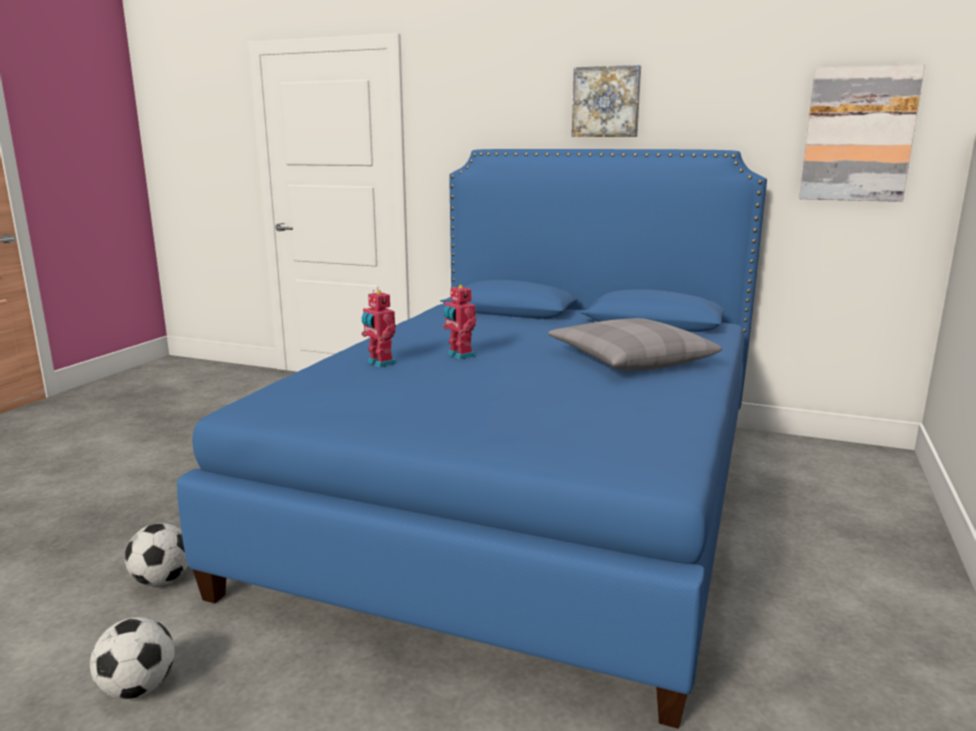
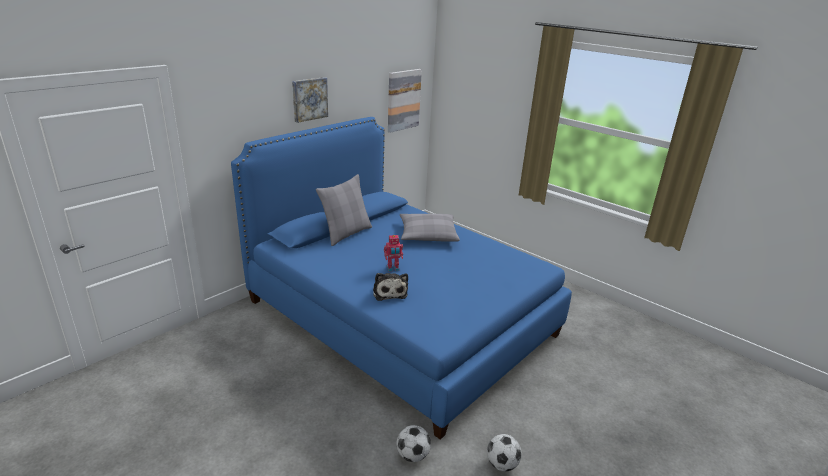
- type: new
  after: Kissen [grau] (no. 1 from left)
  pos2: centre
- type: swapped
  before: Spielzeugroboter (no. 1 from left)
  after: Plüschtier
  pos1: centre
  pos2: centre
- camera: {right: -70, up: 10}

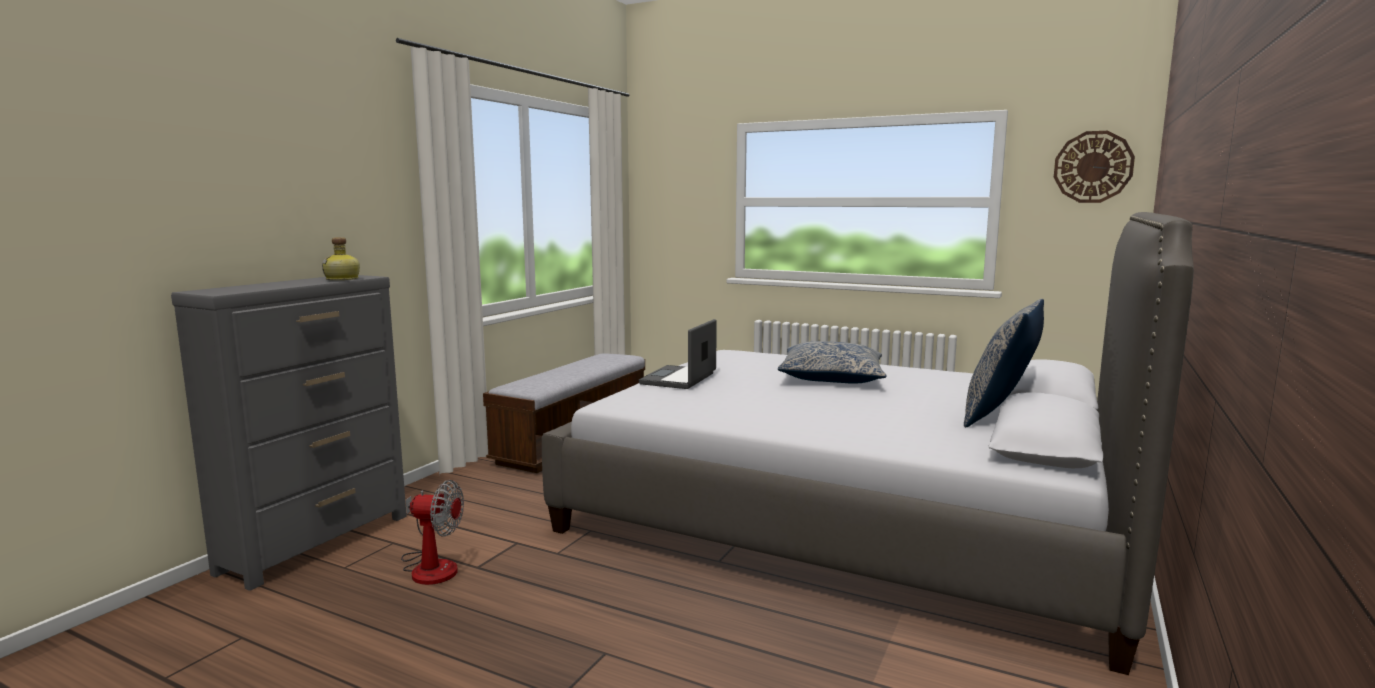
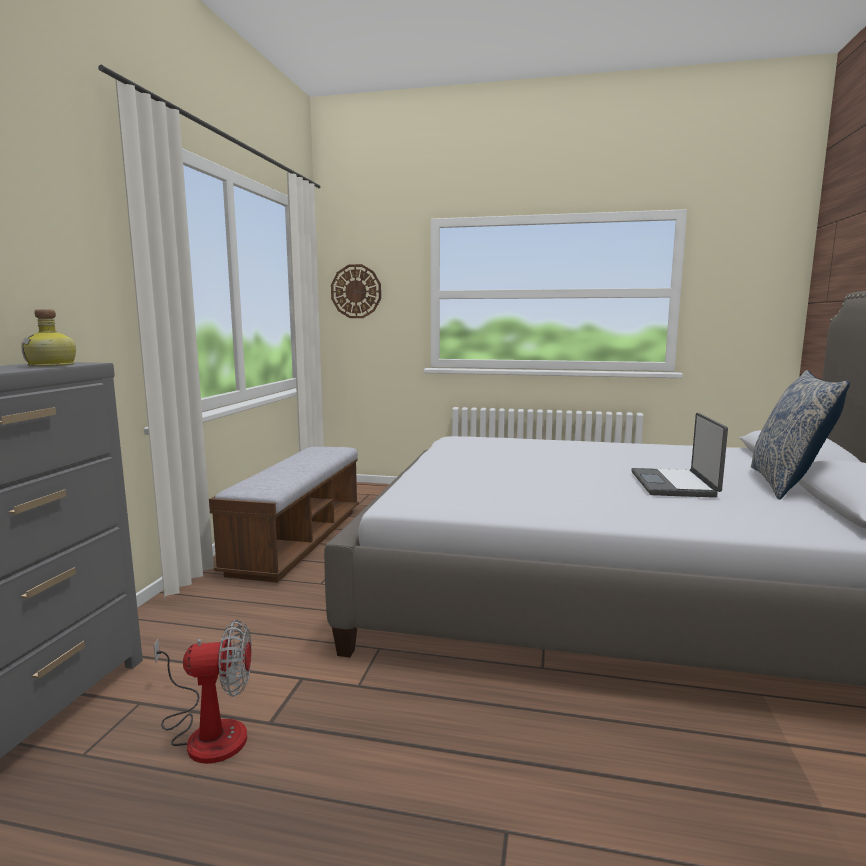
- type: shifted
  before: Wanduhr
  pos1: top right
  pos2: centre
- type: shifted
  before: Laptop
  pos1: centre
  pos2: middle right
- type: gone
  before: Kissen (no. 1 from left)
  pos1: centre
- camera: {right: -15, up: 0}

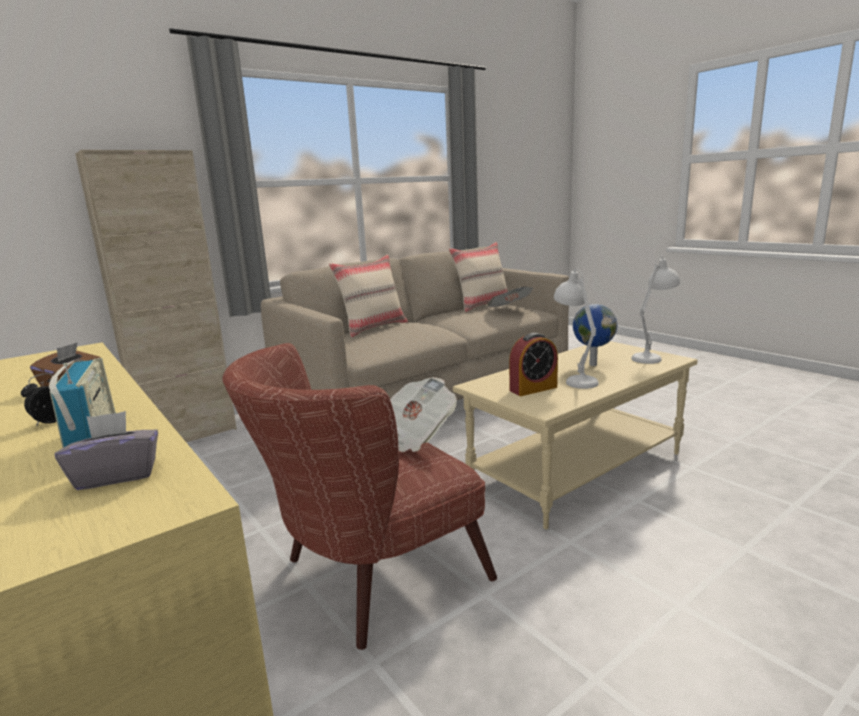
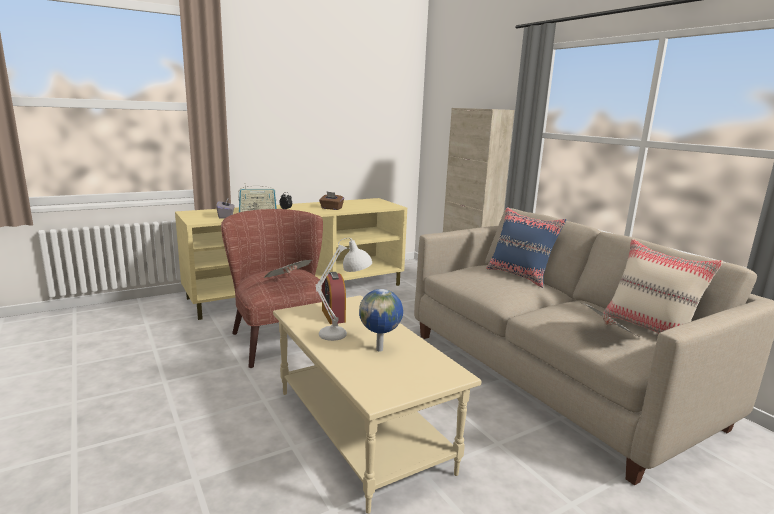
- type: repainted
  before: Kissen [beige] (no. 1 from left)
  after: Kissen [blau]
  pos1: centre
  pos2: middle right
- type: gone
  before: Tischlampe [weiß] (no. 2 from left)
  pos1: middle right
- camera: {right: 95, up: 0}

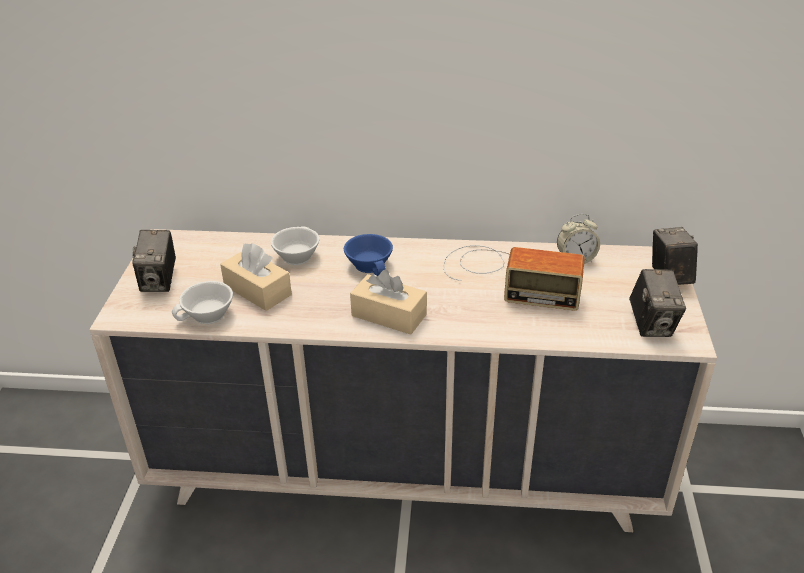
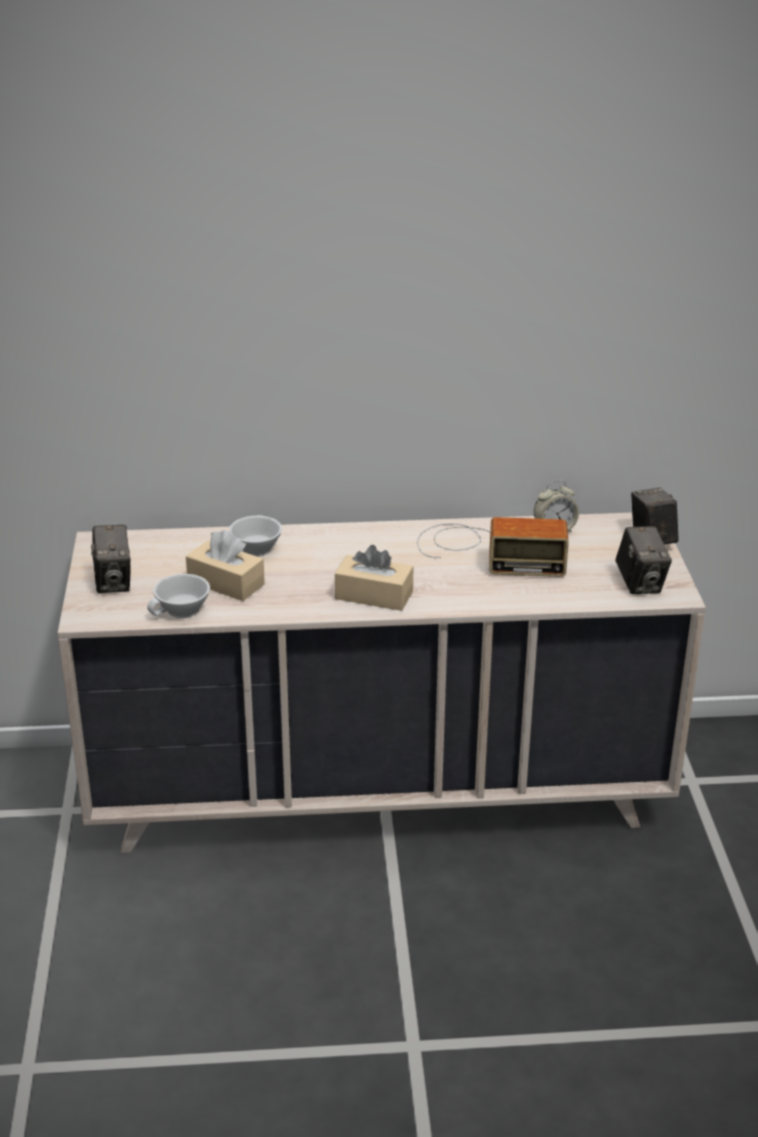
- type: gone
  before: Tasse [blau]
  pos1: centre
- camera: {right: -10, up: -5}

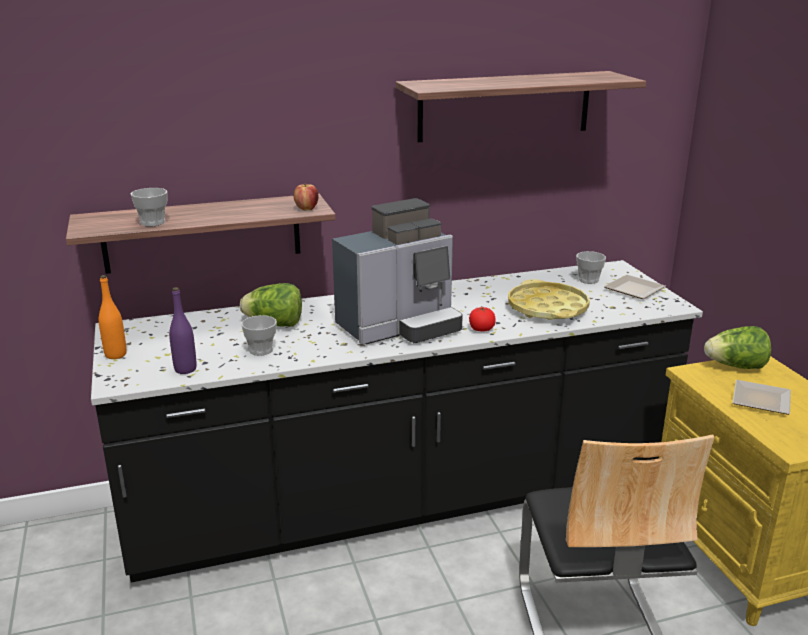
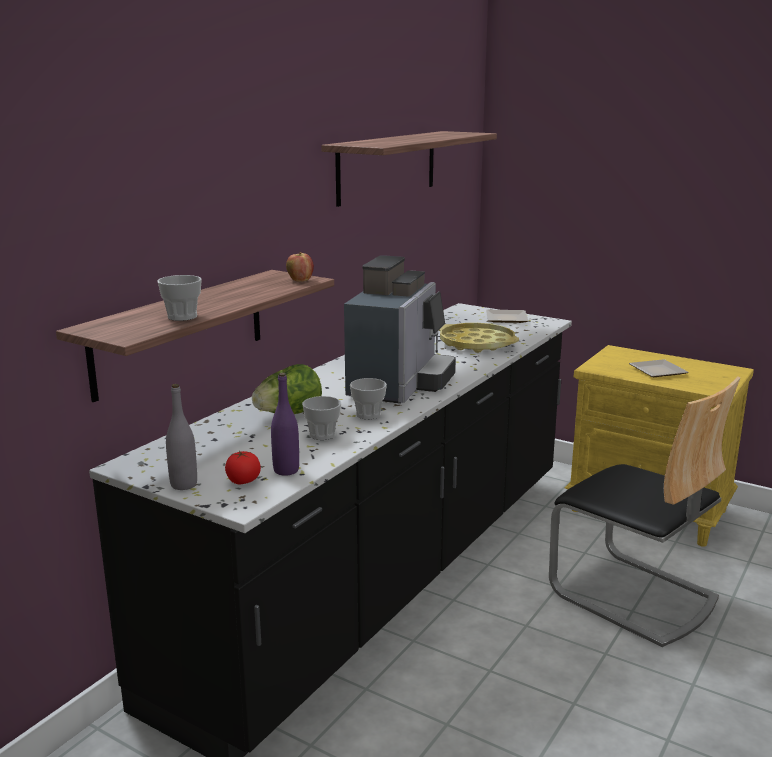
- type: repainted
  before: Flasche [orange]
  after: Flasche [grau]
  pos1: middle left
  pos2: middle left
- type: shifted
  before: Tomate
  pos1: centre
  pos2: middle left
- type: shifted
  before: Tasse (no. 3 from left)
  pos1: middle right
  pos2: centre
- type: gone
  before: Salatkopf (no. 2 from left)
  pos1: middle right
- camera: {right: -40, up: -5}

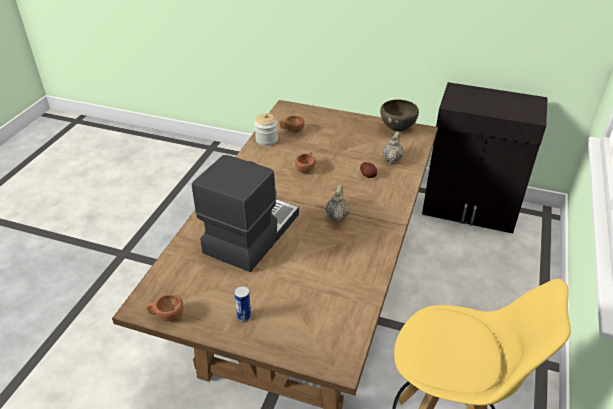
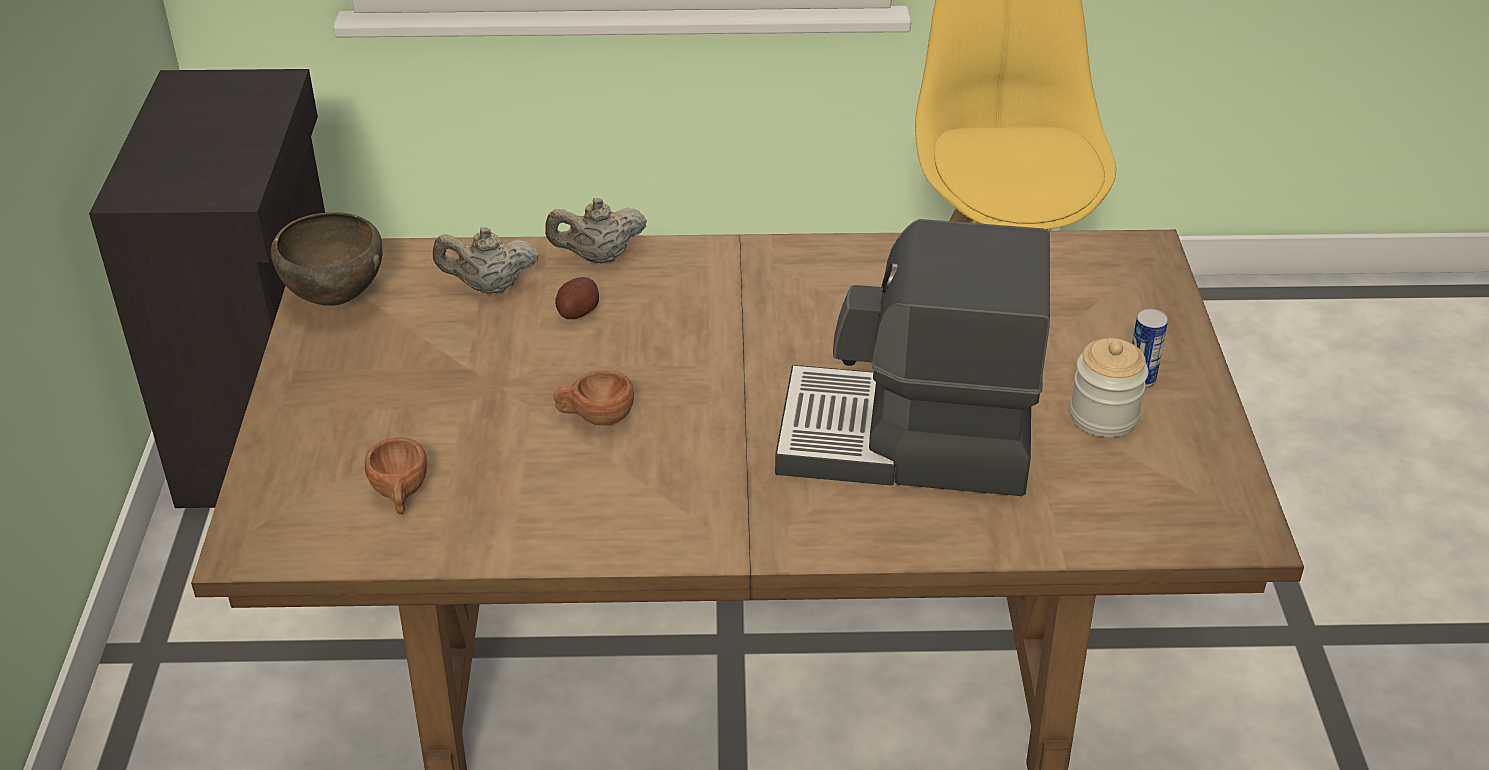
- type: shifted
  before: Teekanne [beige] (no. 1 from left in the first image)
  after: Teekanne [beige] (no. 2 from left)
  pos1: centre
  pos2: top centre
- type: shifted
  before: Vorratsglas
  pos1: top centre
  pos2: middle right
- type: gone
  before: Tasse [braun] (no. 1 from left)
  pos1: bottom left
- camera: {right: -110, up: 0}

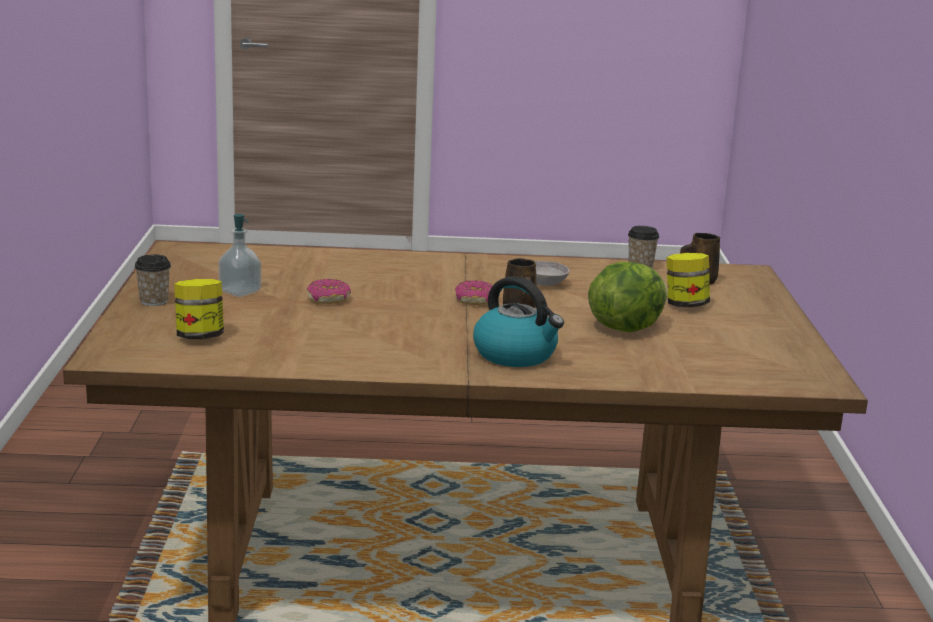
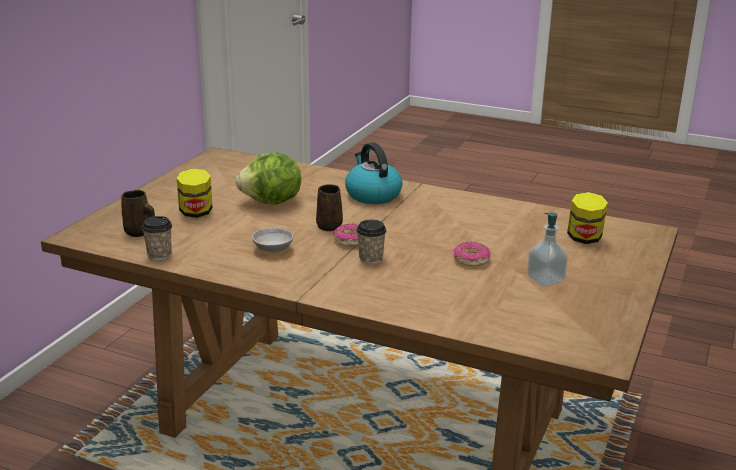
- type: shifted
  before: Tasse (no. 1 from left in the first image)
  after: Tasse (no. 2 from left)
  pos1: middle left
  pos2: centre
- camera: {right: -155, up: 5}

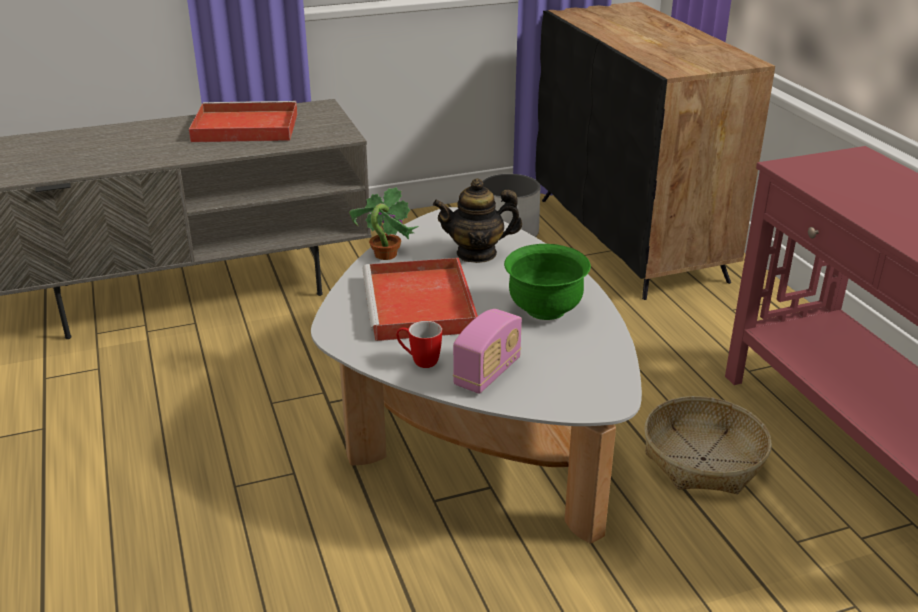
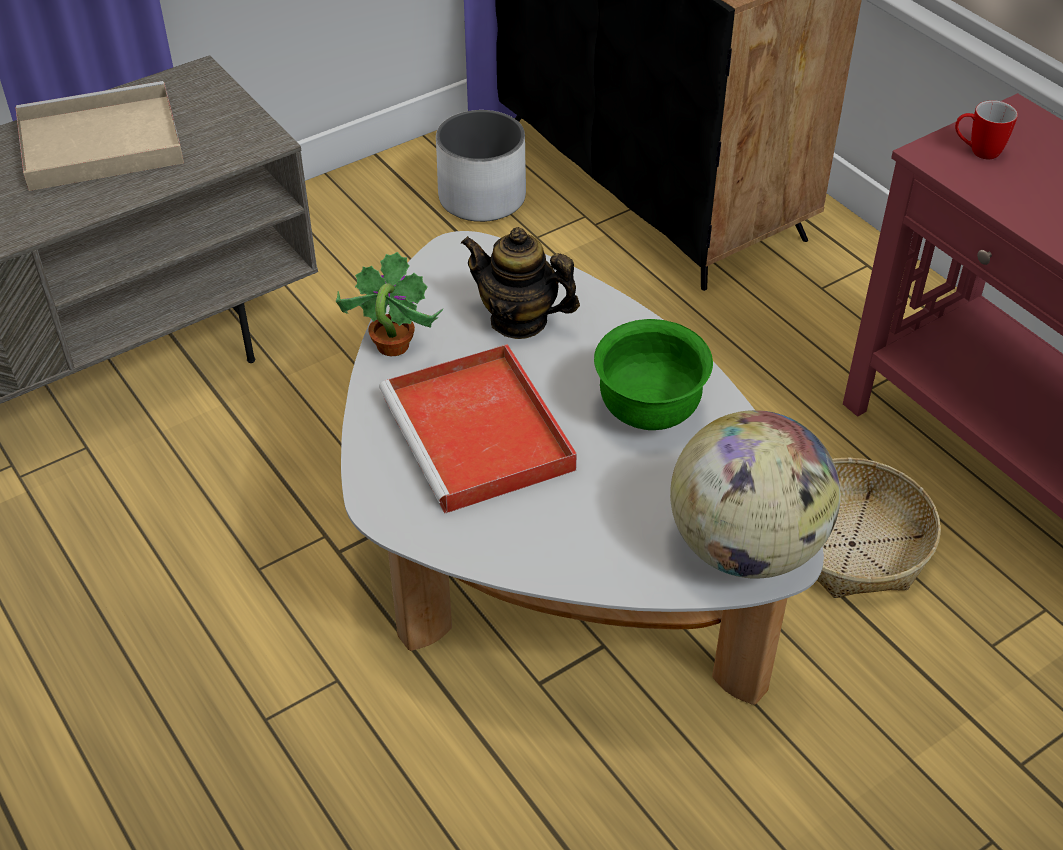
- type: repainted
  before: Tablett [rot] (no. 1 from left)
  after: Tablett [beige]
  pos1: top left
  pos2: top left
- type: rotated
  before: Teekanne
  pos1: centre
  pos2: top centre
  turn: 45
- type: new
  after: Globus
  pos2: middle right
- type: shifted
  before: Henkelbecher
  pos1: centre
  pos2: top right
- type: gone
  before: Radio
  pos1: centre
- camera: {right: -15, up: 15}

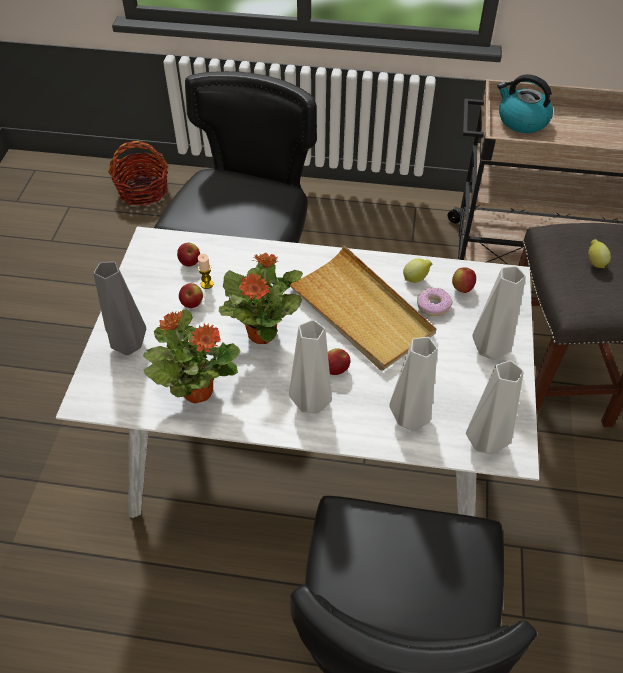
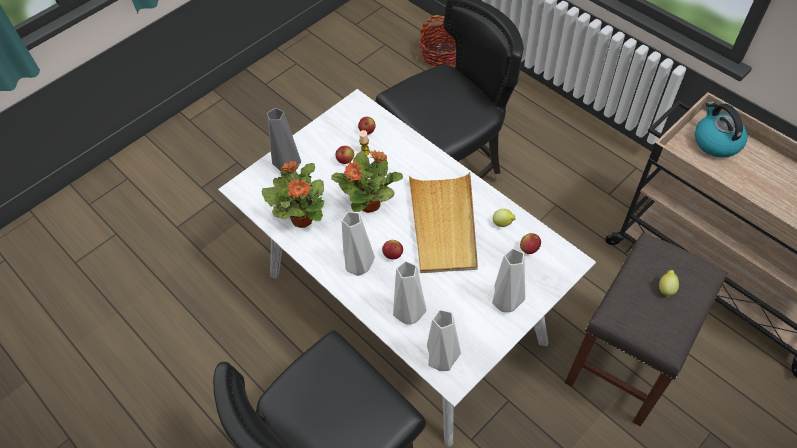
- type: gone
  before: Donut
  pos1: middle right
- camera: {right: 40, up: 5}

